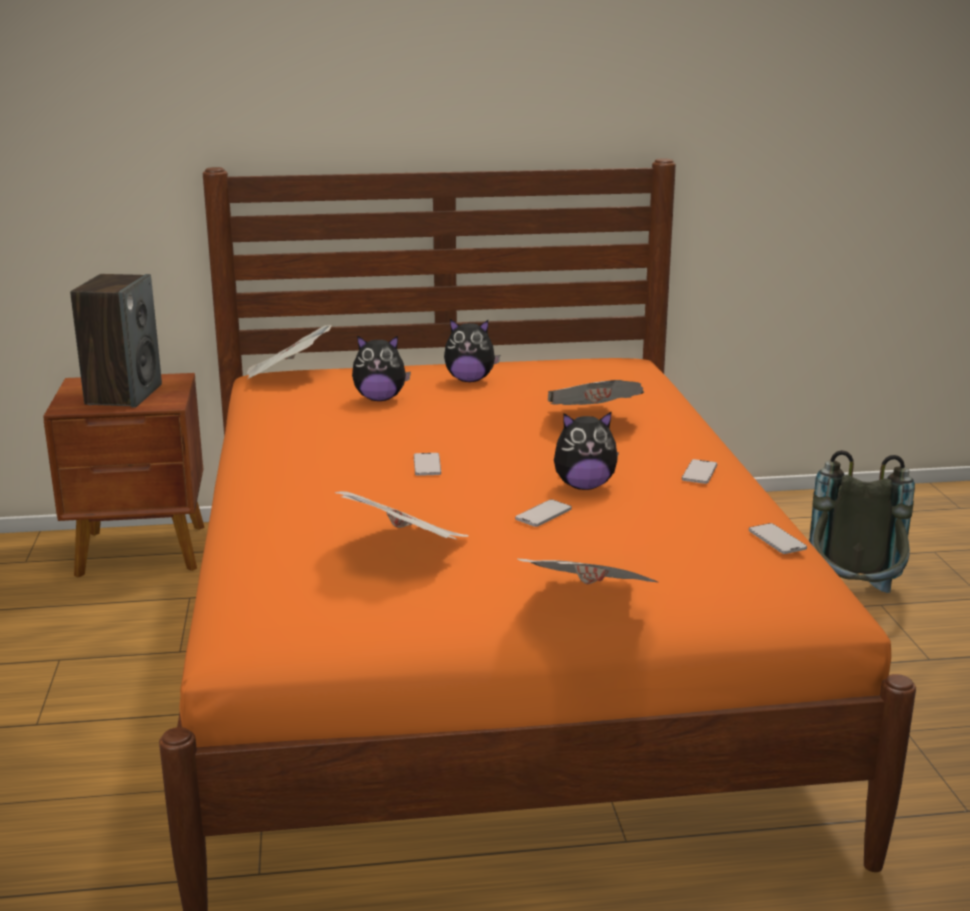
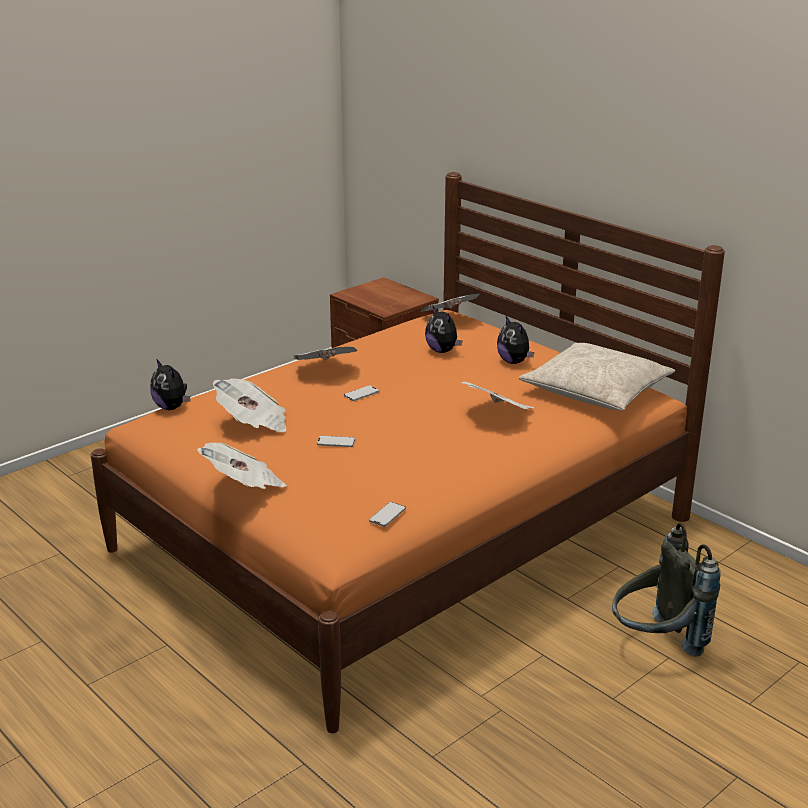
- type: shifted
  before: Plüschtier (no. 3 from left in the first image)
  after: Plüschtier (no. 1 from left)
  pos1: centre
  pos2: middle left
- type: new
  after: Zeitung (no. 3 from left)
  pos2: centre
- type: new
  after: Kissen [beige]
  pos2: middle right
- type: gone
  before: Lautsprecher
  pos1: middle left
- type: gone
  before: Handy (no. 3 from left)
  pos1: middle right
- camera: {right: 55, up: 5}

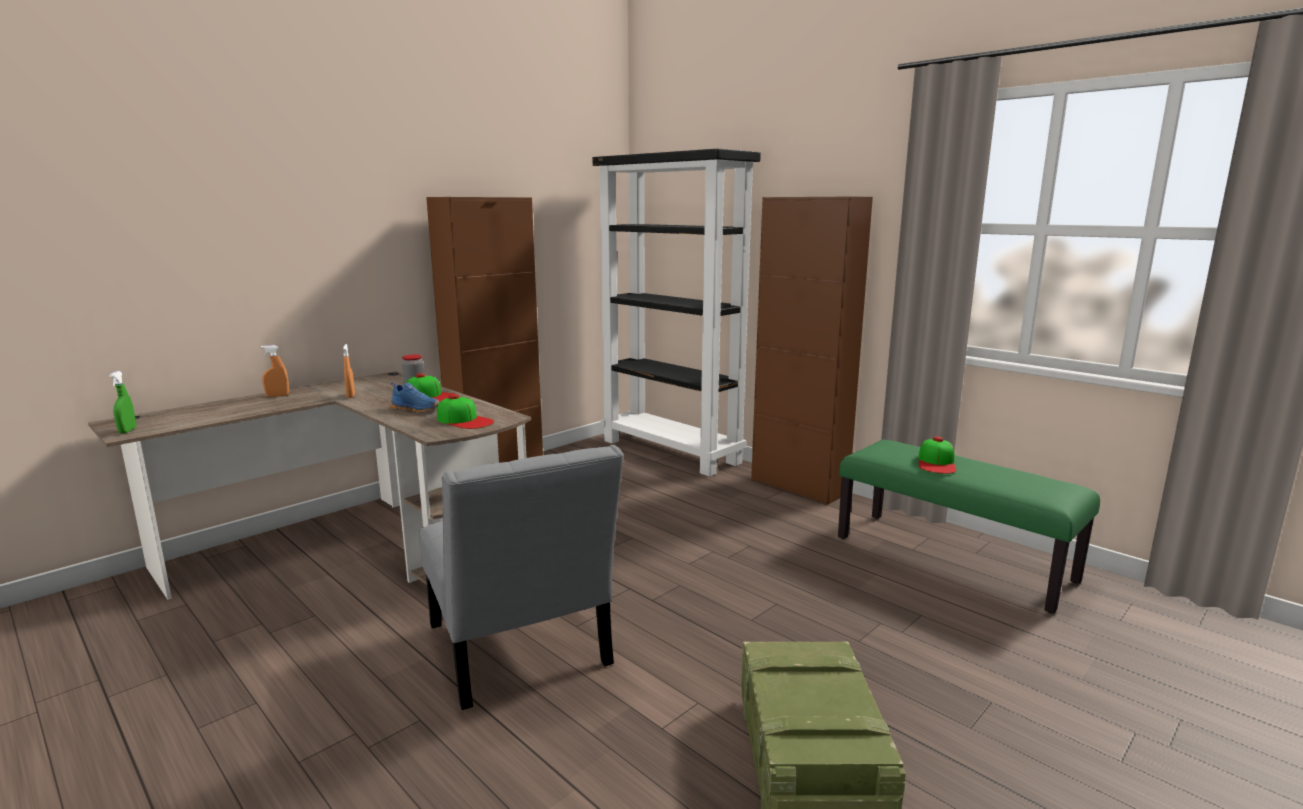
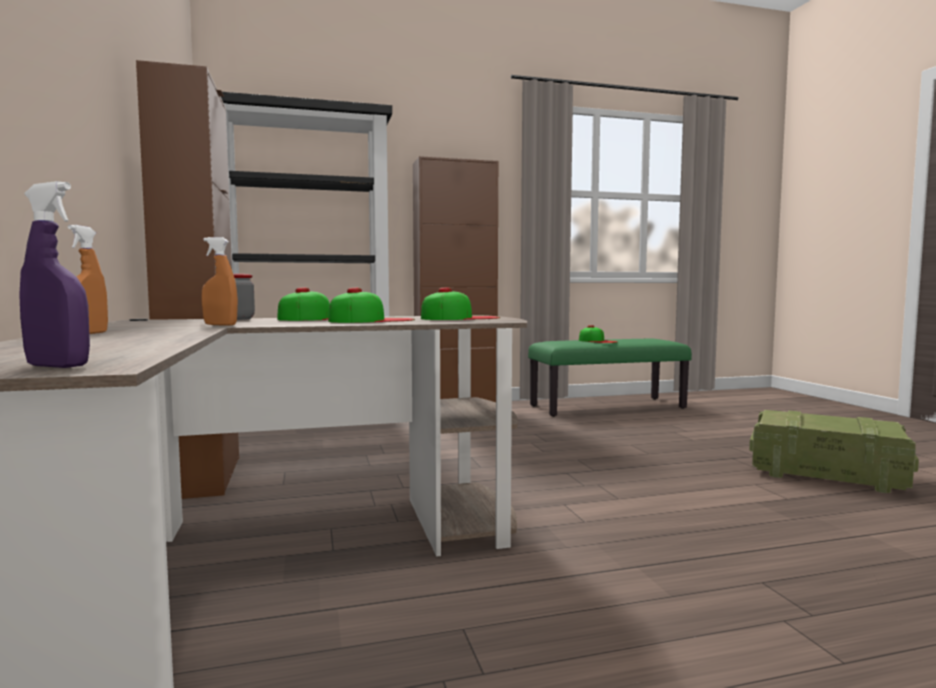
- type: repainted
  before: Sprühflasche [grün]
  after: Sprühflasche [lila]
  pos1: middle left
  pos2: middle left
- type: swapped
  before: Schuh [blau]
  after: Kappe (no. 2 from left)
  pos1: middle left
  pos2: centre
- type: gone
  before: Stuhl [grau]
  pos1: bottom centre
- camera: {right: -60, up: -10}

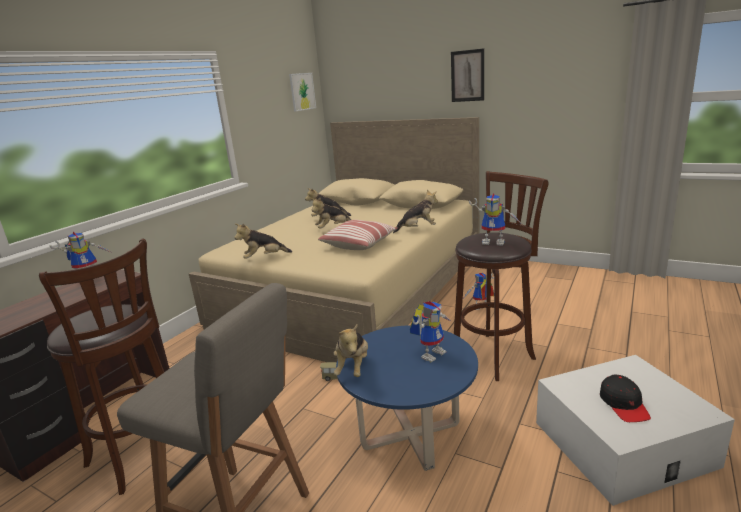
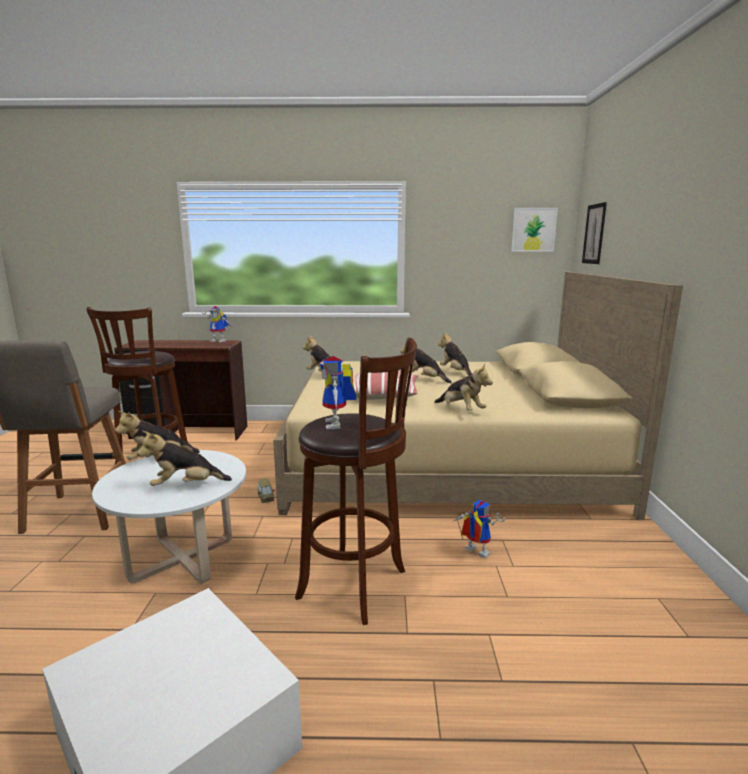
- type: repainted
  before: Couchtisch [blau]
  after: Couchtisch [weiß]
  pos1: bottom centre
  pos2: bottom left
- type: swapped
  before: Spielzeugroboter (no. 2 from left)
  after: Plüschtier (no. 2 from left)
  pos1: centre
  pos2: middle left
- type: shifted
  before: Bild (no. 2 from left)
  pos1: top centre
  pos2: top right
- type: gone
  before: Kappe [schwarz]
  pos1: bottom right
- camera: {right: 60, up: -5}

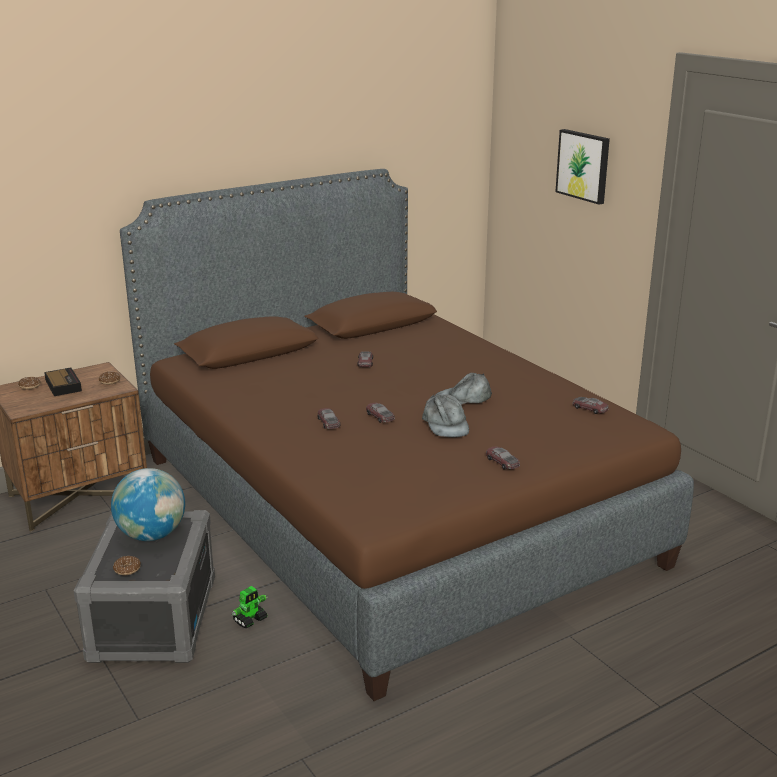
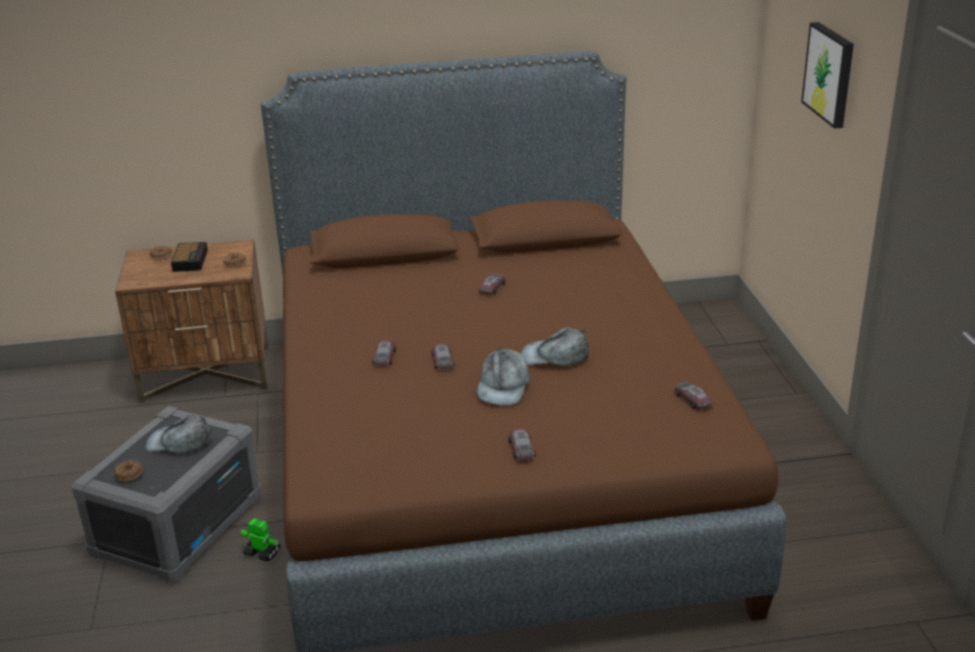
- type: swapped
  before: Globus
  after: Kappe [grau] (no. 1 from left)
  pos1: middle left
  pos2: middle left
- type: rotated
  before: Spielzeugroboter
  pos1: bottom left
  pos2: bottom left
  turn: -135
- camera: {right: 25, up: 5}

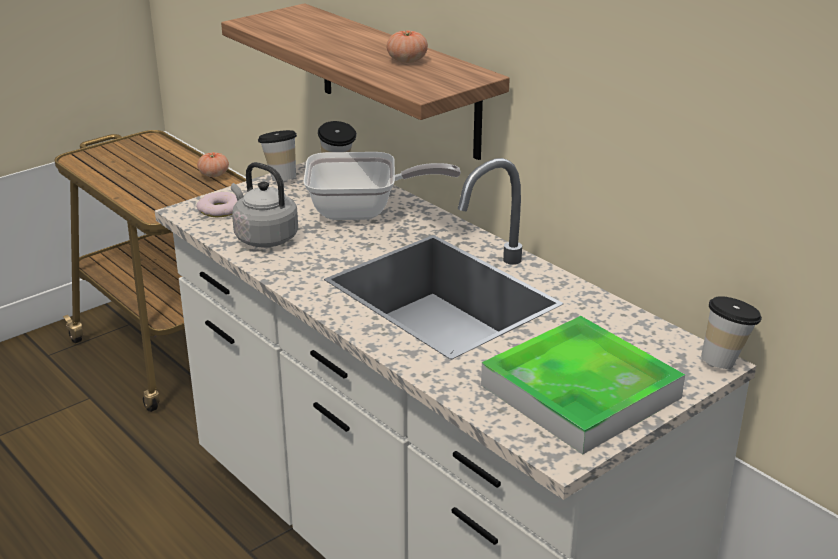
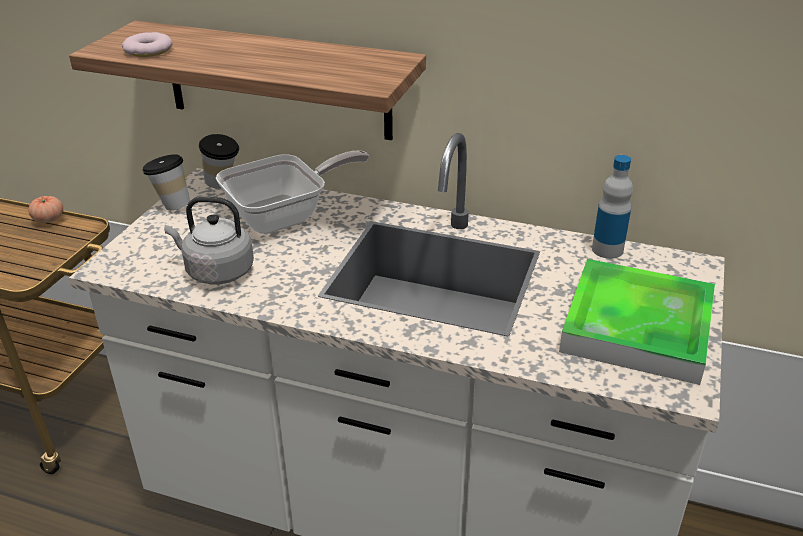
- type: shifted
  before: Donut
  pos1: middle left
  pos2: top left
- type: new
  after: Flasche
  pos2: middle right
- type: gone
  before: Tomate (no. 2 from left)
  pos1: top centre
- type: gone
  before: Tasse (no. 3 from left)
  pos1: middle right
- camera: {right: -30, up: 5}

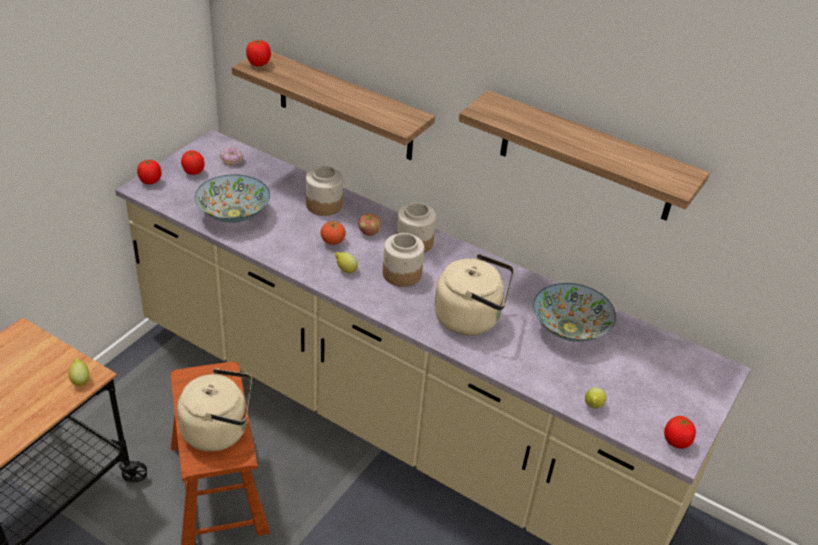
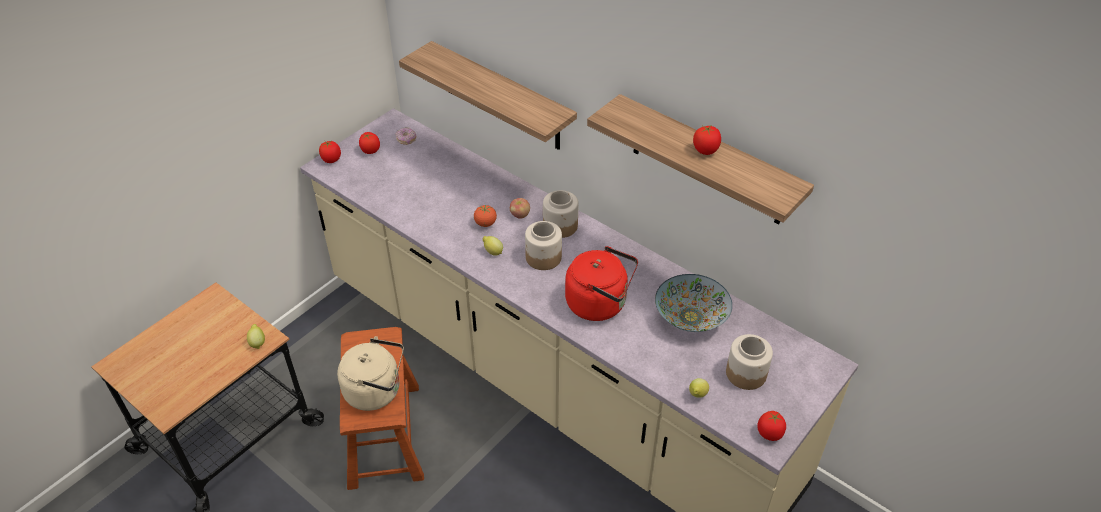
- type: repainted
  before: Wasserkessel [beige] (no. 2 from left)
  after: Wasserkessel [rot]
  pos1: centre
  pos2: centre
- type: shifted
  before: Tomate (no. 3 from left in the first image)
  after: Tomate (no. 4 from left)
  pos1: top left
  pos2: top centre
- type: shifted
  before: Vorratsglas (no. 1 from left in the first image)
  after: Vorratsglas (no. 3 from left)
  pos1: centre
  pos2: bottom right
- type: gone
  before: Schüssel (no. 1 from left)
  pos1: middle left
- camera: {right: 10, up: 5}

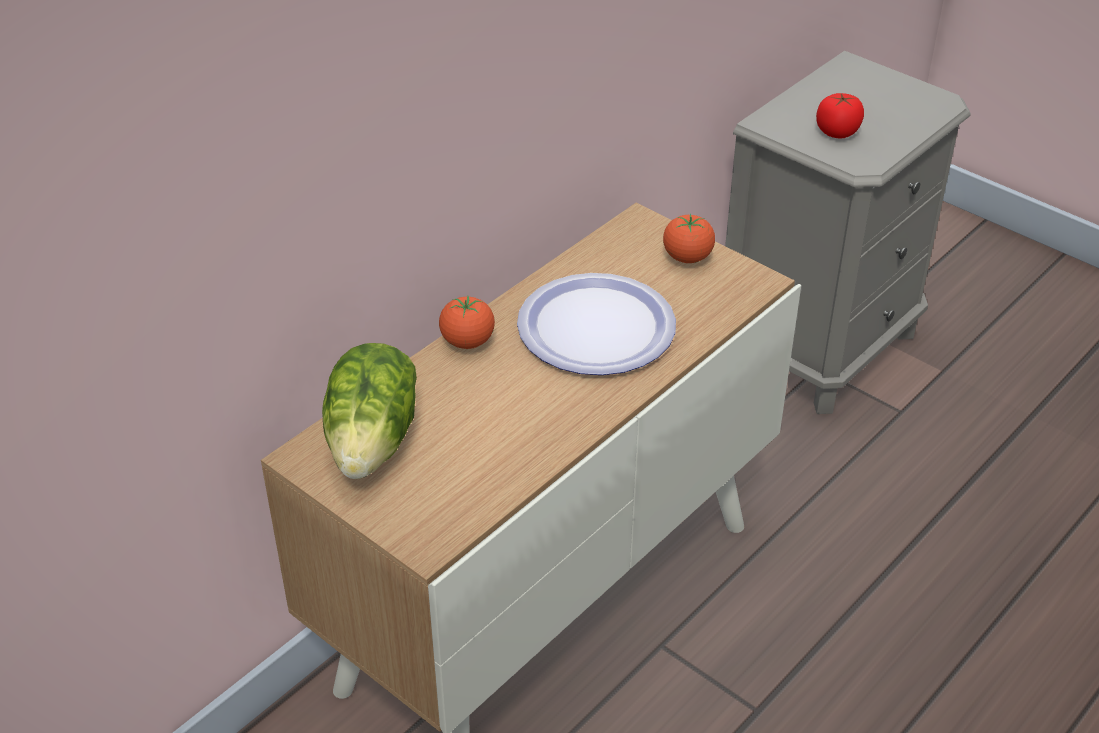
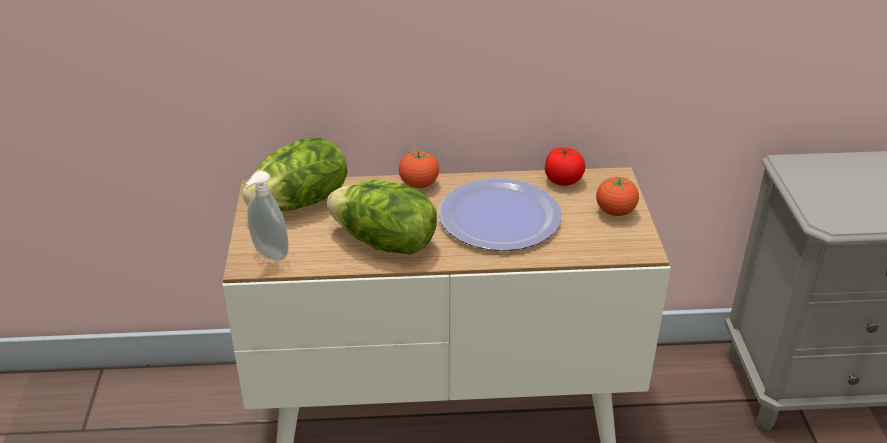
- type: new
  after: Seifenspender
  pos2: middle left
- type: new
  after: Salatkopf (no. 2 from left)
  pos2: centre
- type: shifted
  before: Tomate (no. 3 from left in the first image)
  after: Tomate (no. 2 from left)
  pos1: top right
  pos2: centre
- camera: {right: 45, up: -5}

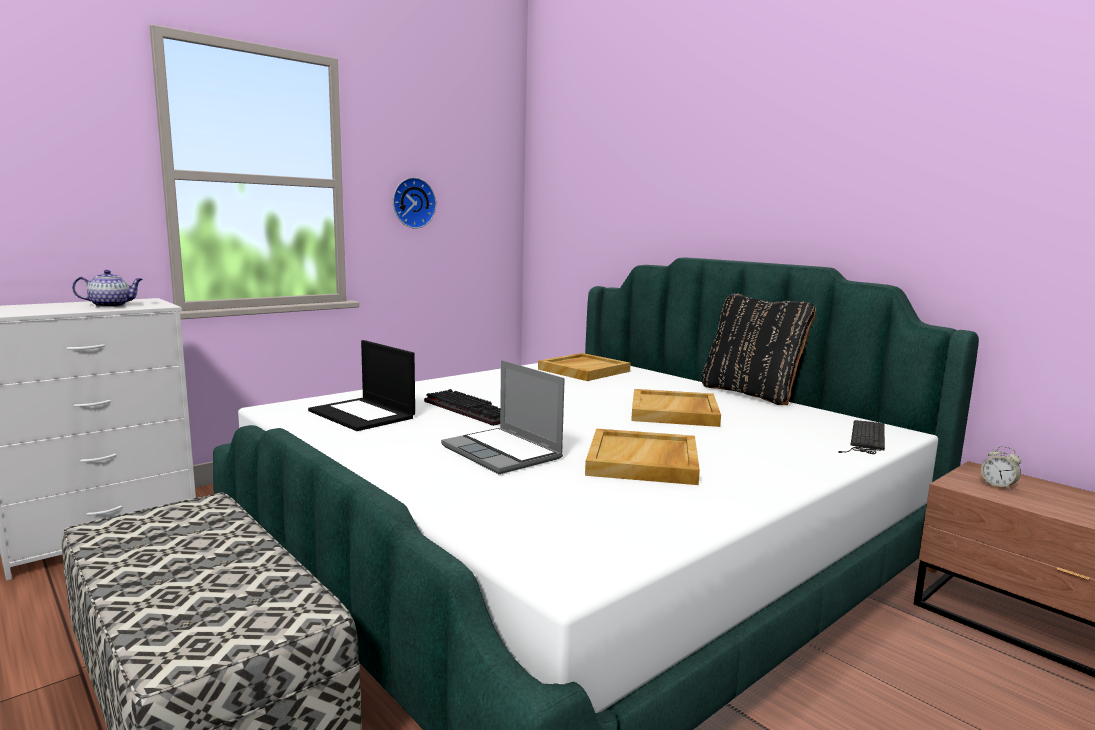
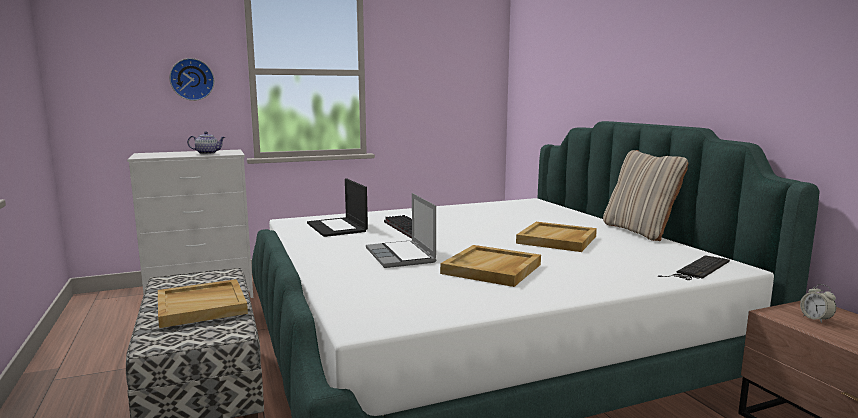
- type: shifted
  before: Tablett [beige] (no. 1 from left)
  pos1: centre
  pos2: bottom left
- type: shifted
  before: Wanduhr
  pos1: top centre
  pos2: top left
- type: repainted
  before: Kissen [schwarz]
  after: Kissen [beige]
  pos1: middle right
  pos2: middle right
- camera: {right: 20, up: 0}

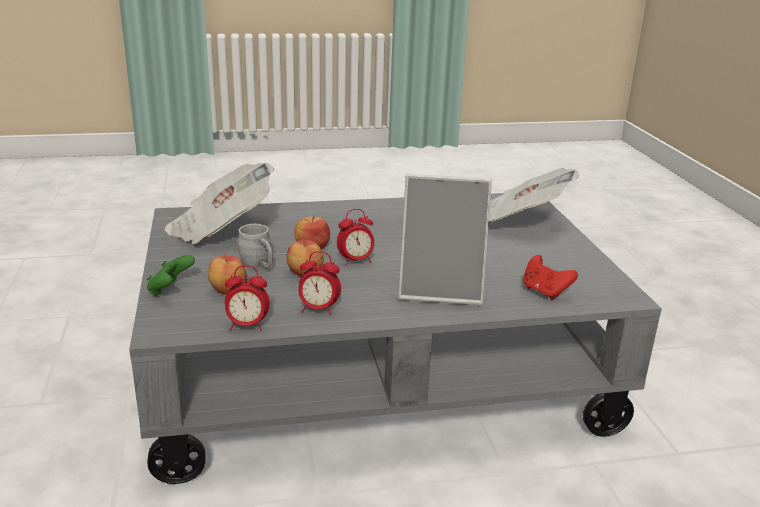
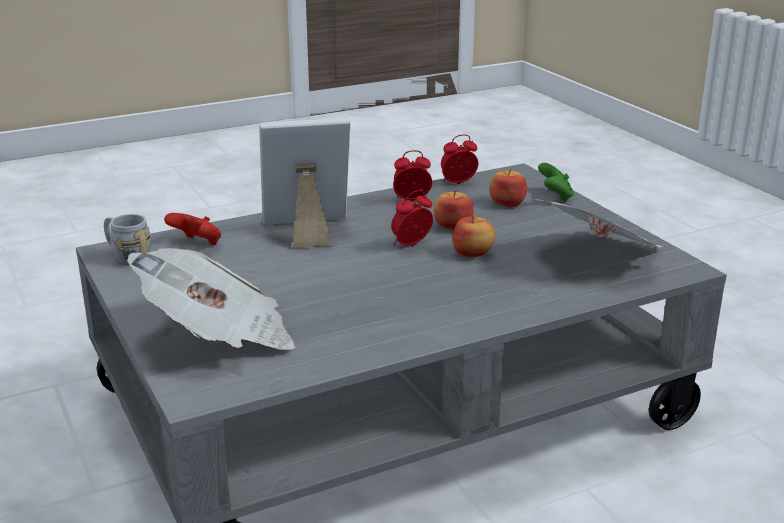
- type: shifted
  before: Henkelbecher [grau]
  pos1: centre
  pos2: middle left
- camera: {right: 165, up: 0}

